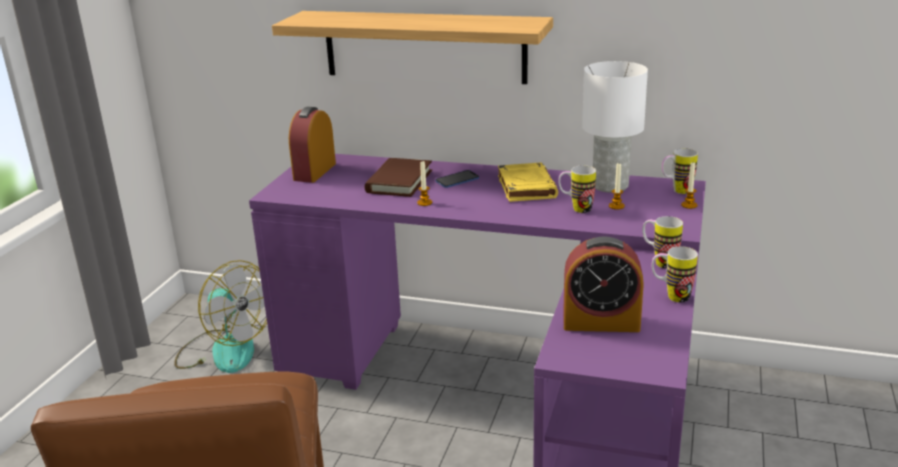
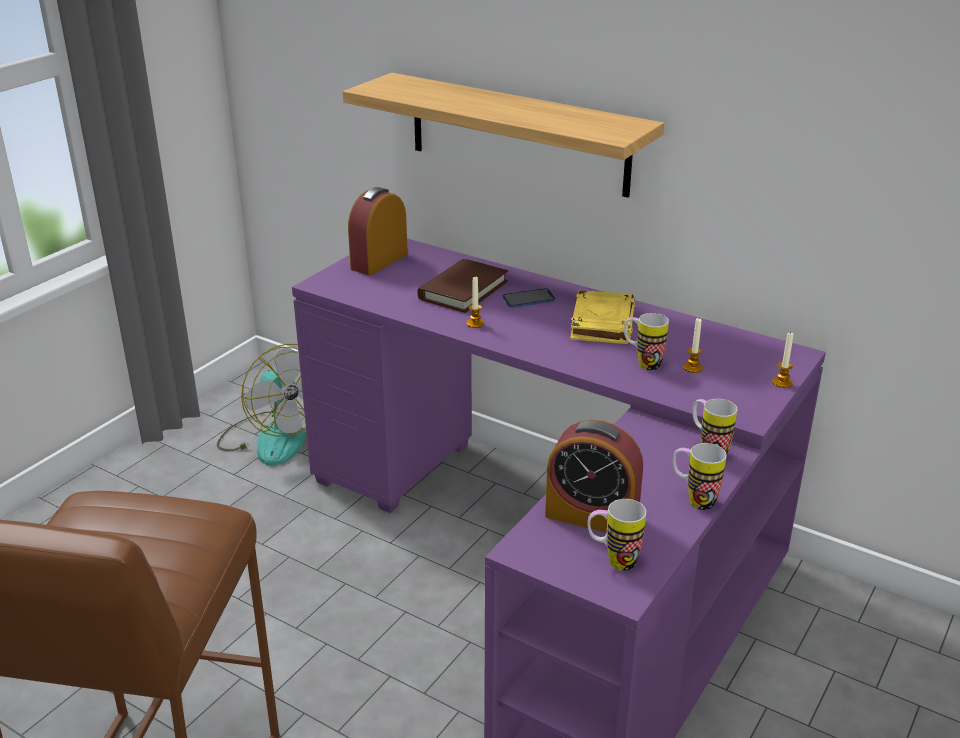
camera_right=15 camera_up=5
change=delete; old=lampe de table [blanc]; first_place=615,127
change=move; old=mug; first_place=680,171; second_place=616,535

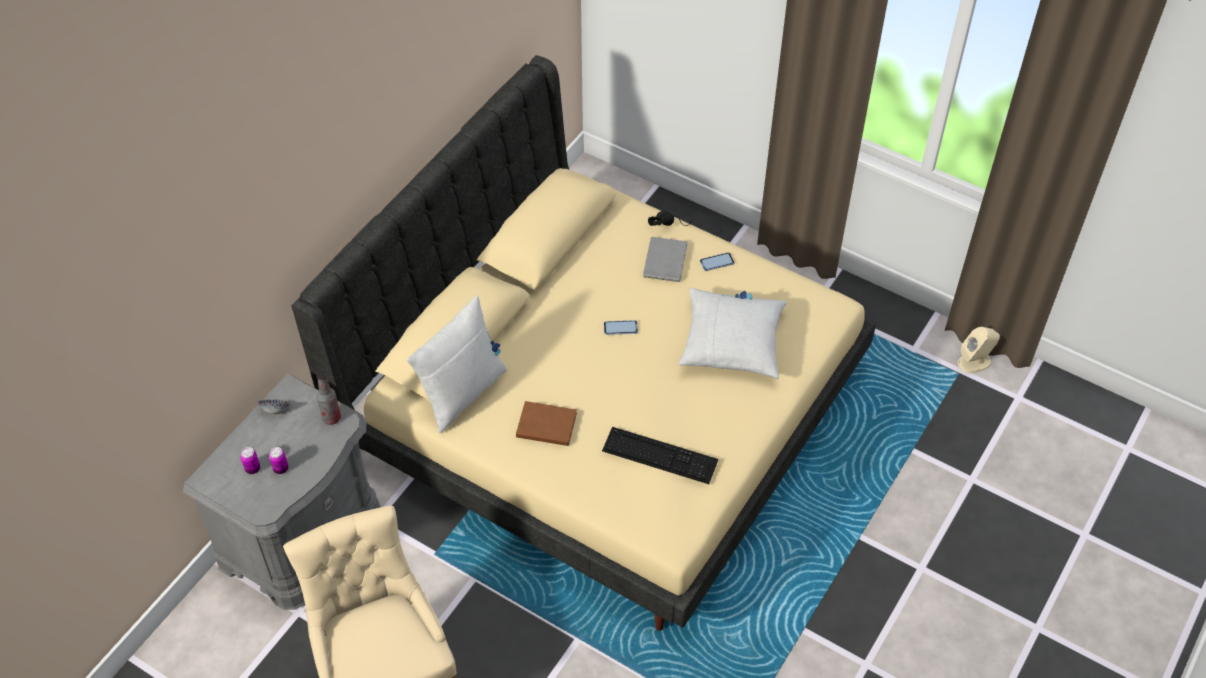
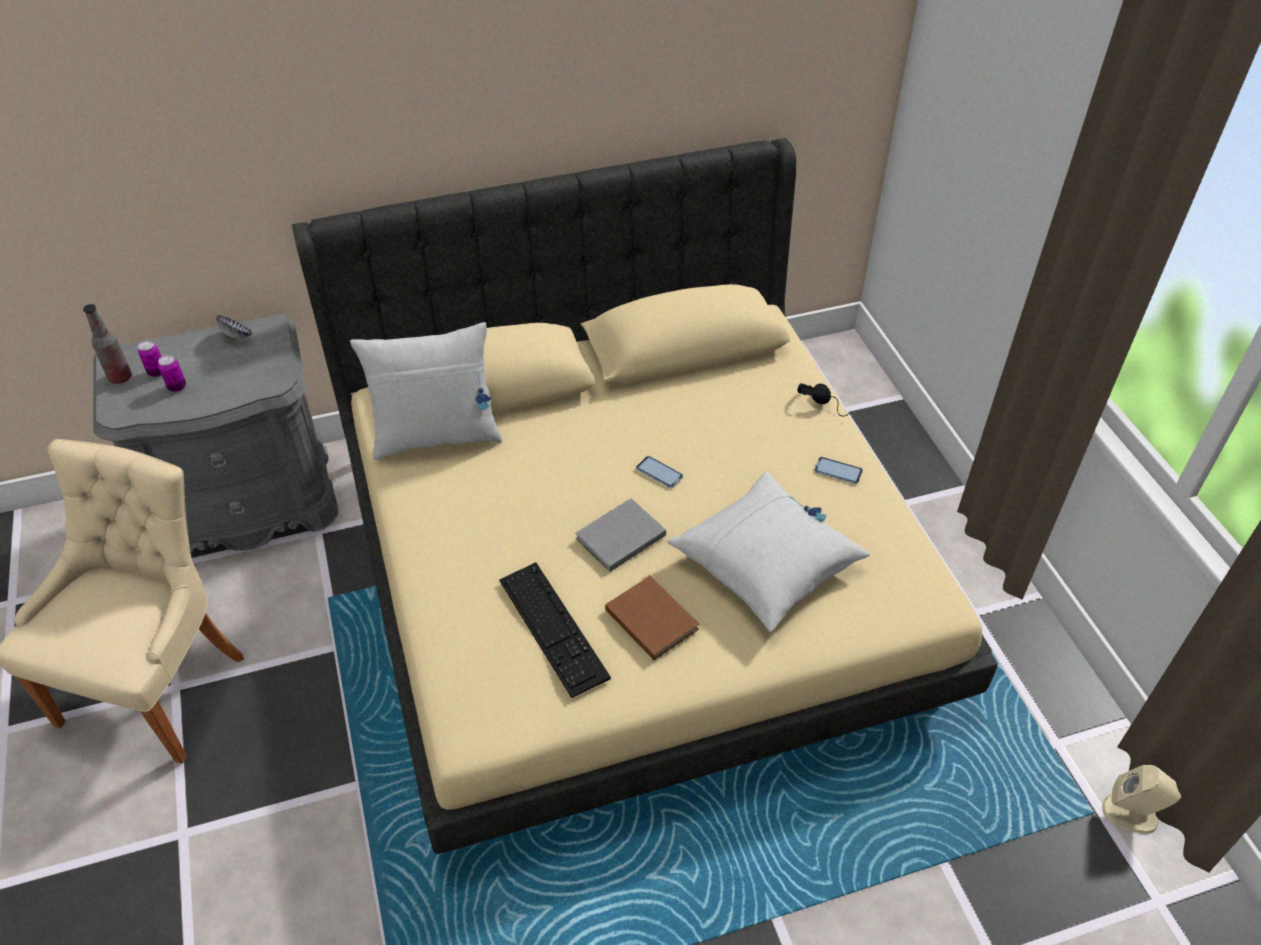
camera_right=40 camera_up=-5
change=move; old=livre [gris]; first_place=665,259; second_place=620,535
change=move; old=bouteille; first_place=329,398; second_place=107,344
change=move; old=livre [marron]; first_place=546,423; second_place=652,618

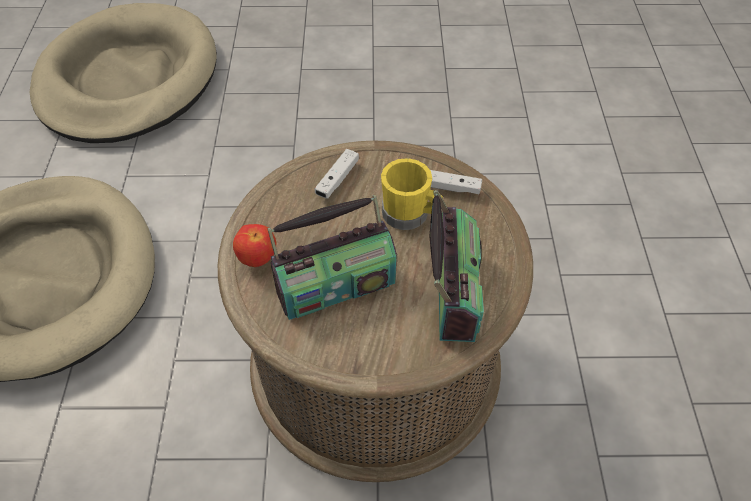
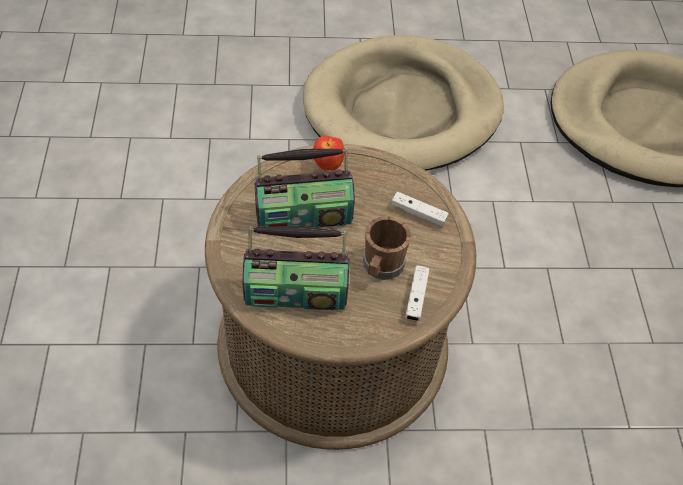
camera_right=85 camera_up=0
change=recolor; old=mug [jaune]; new=mug [marron]; first_place=412,194; second_place=387,248
change=rotate; old=radio; first_place=332,257; second_place=305,188; degrees=-75

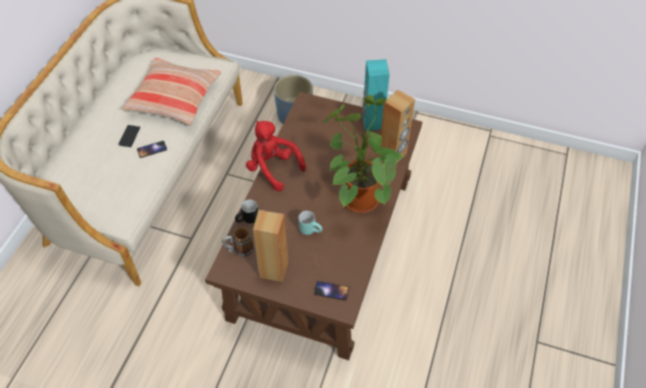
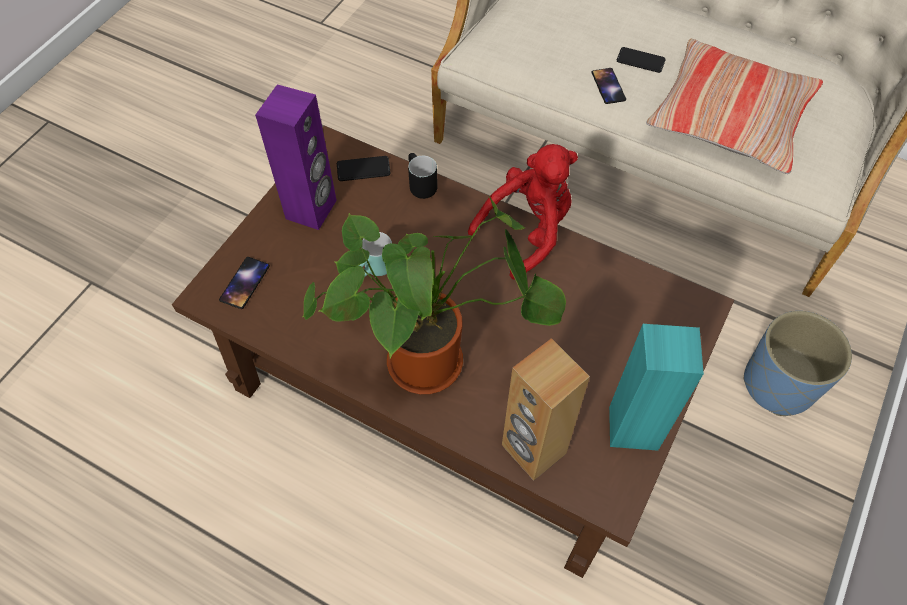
camera_right=100 camera_up=5
change=recolor; old=enceinte [marron]; new=enceinte [violet]; first_place=270,246; second_place=296,157
change=replace; old=mug; new=téléphone; first_place=238,242; second_place=364,168

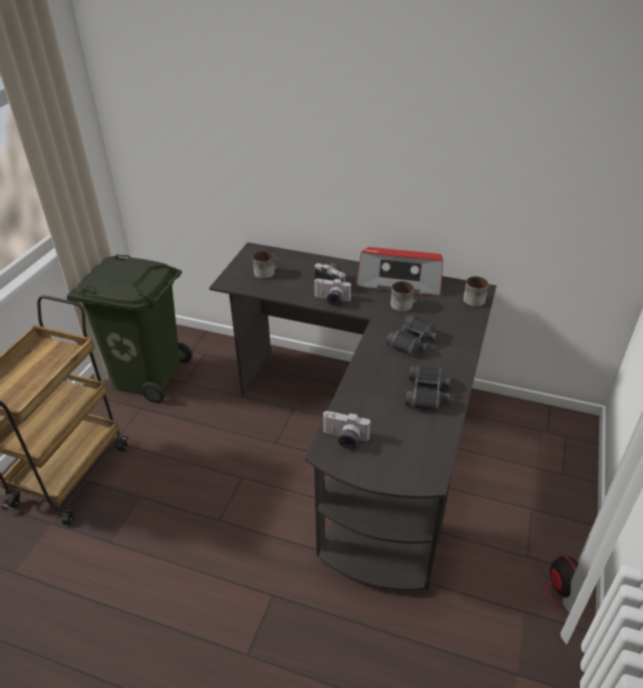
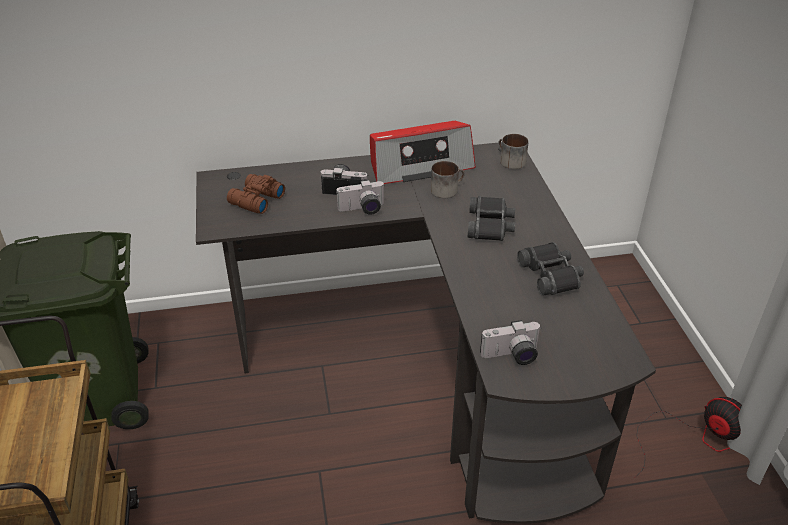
camera_right=-30 camera_up=0
change=replace; old=mug; new=jumelles [marron]; first_place=267,265; second_place=256,194

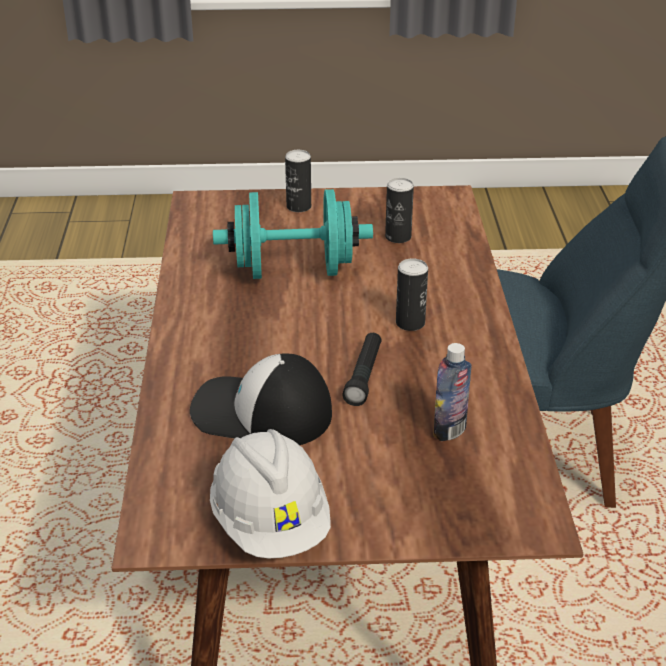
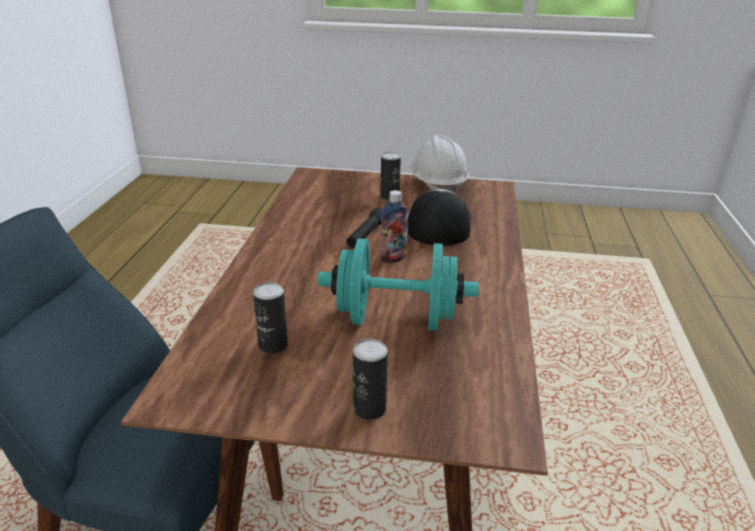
camera_right=-170 camera_up=-5
change=move; old=boîte métallique; first_place=412,294; second_place=390,176
change=move; old=bouteille; first_place=452,392; second_place=394,226
change=rotate; old=casquette; first_place=261,399; second_place=439,217; degrees=-105

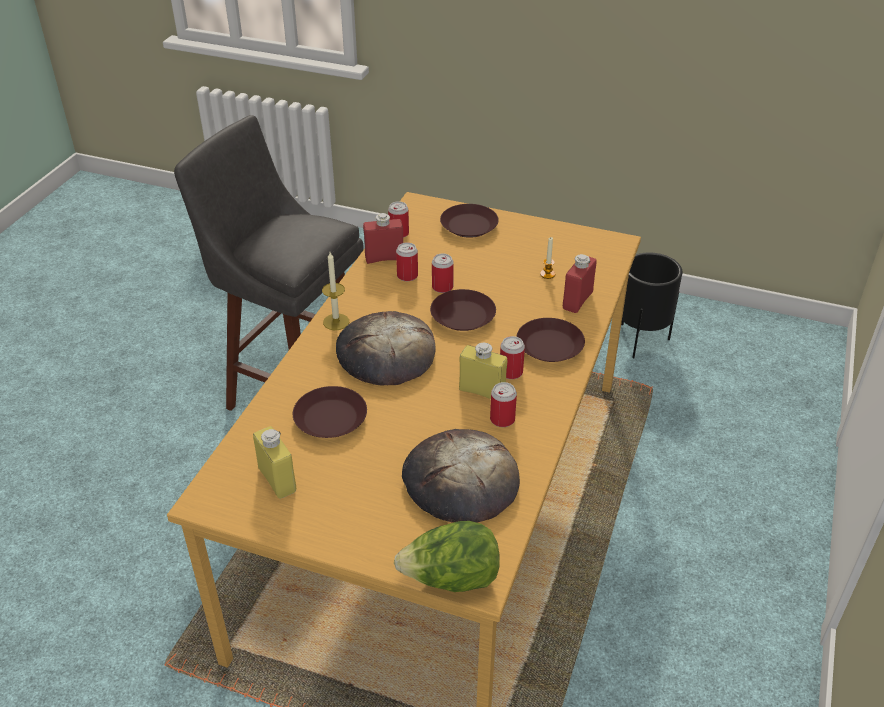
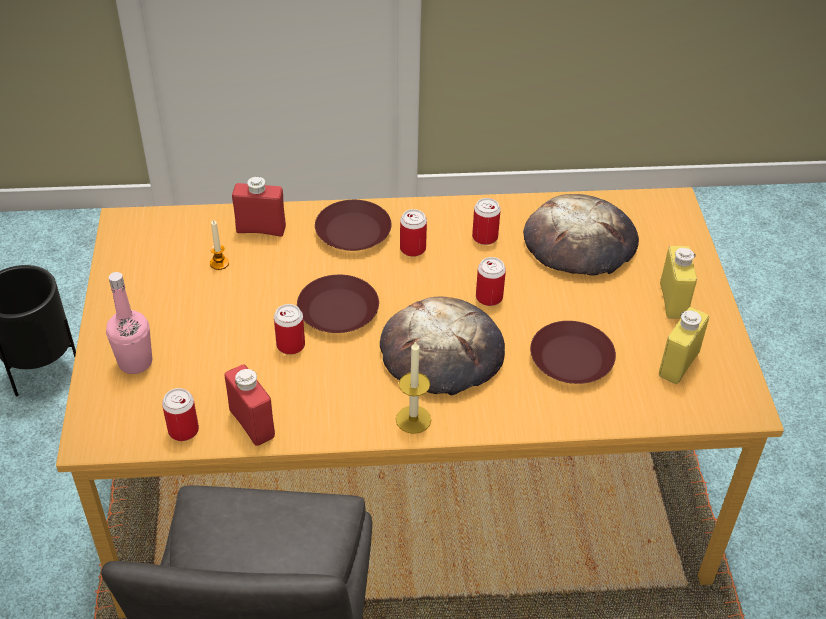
camera_right=-115 camera_up=5
change=replace; old=assiette [marron]; new=bouteille [rose]; first_place=469,221; second_place=129,323
change=move; old=boîte métallique; first_place=407,261; second_place=491,281
change=move; old=bouteille [jaune]; first_place=483,371; second_place=678,282
change=delete; old=laitue; first_place=447,556

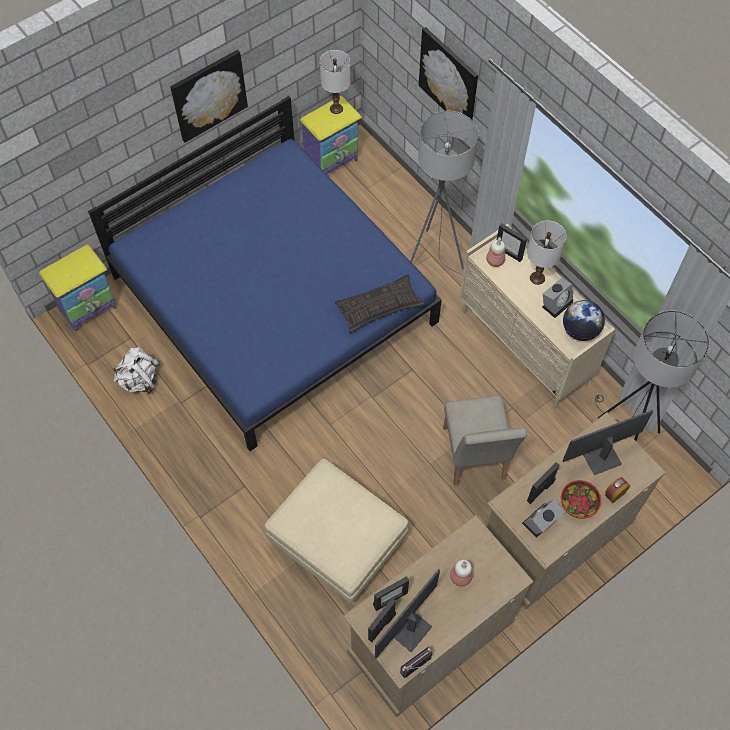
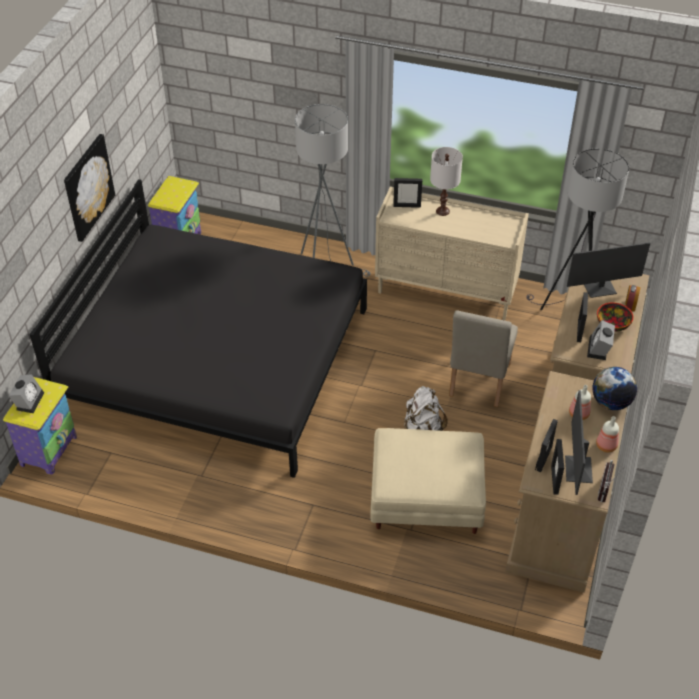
camera_right=-35 camera_up=-15
change=delete; old=tableau; first_place=448,73
change=delete; old=lampe de table [blanc]; first_place=335,82
change=recolor; old=lit [bleu]; new=lit [noir]; first_place=264,273; second_place=198,328
change=move; old=bouteille; first_place=495,252; second_place=607,434
change=delete; old=coussin; first_place=379,303
change=move; old=réveil; first_place=557,298; second_place=26,393
change=move; old=globe; first_place=584,320; second_place=615,388
change=move; old=sac à dos [blanc]; first_place=136,370; second_place=426,408
change=rotate; old=chaise [beige]; first_place=485,440; second_place=483,358; degrees=60
change=rotate; old=écran d'ordinateur; first_place=607,442; second_place=608,270; degrees=-135

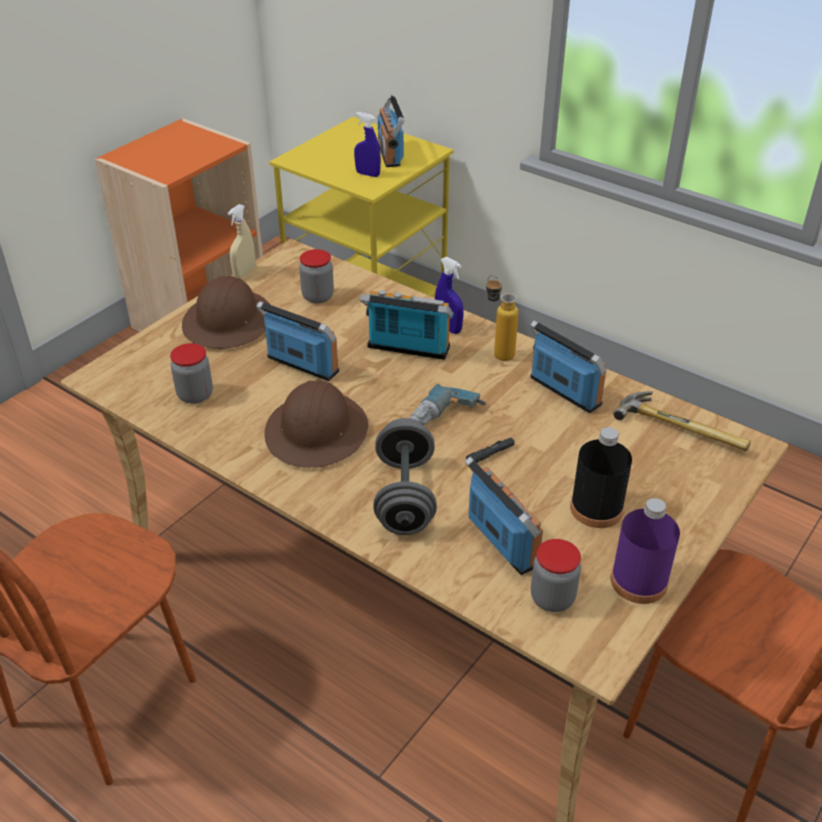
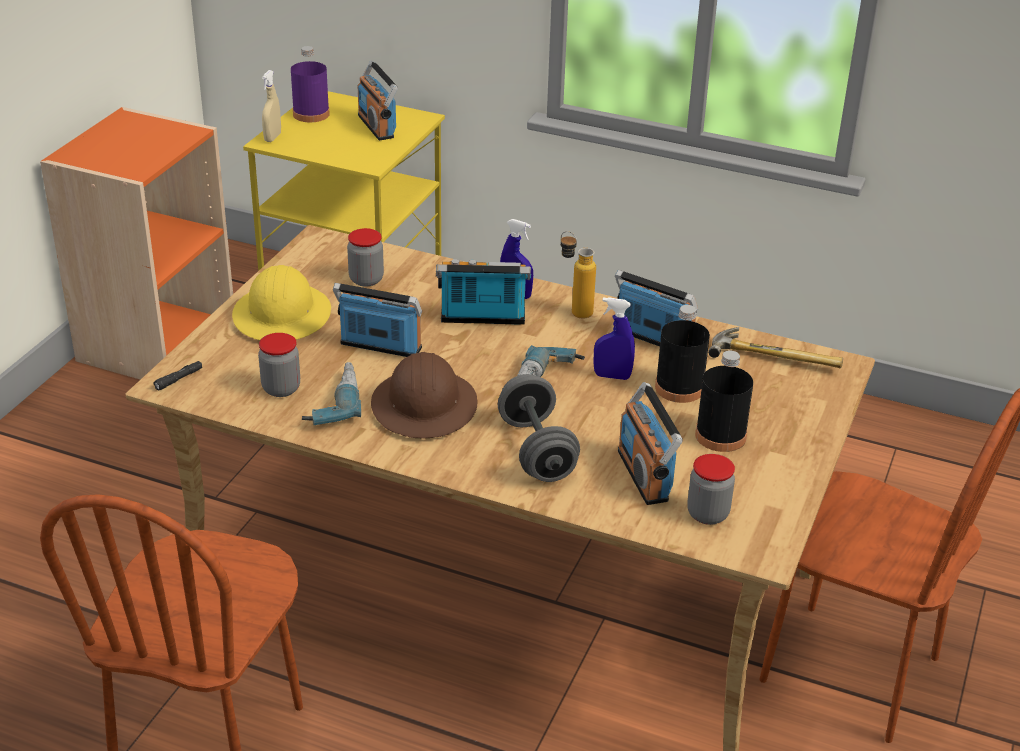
camera_right=-15 camera_up=-5
change=move; old=vaporisateur [bleu]; first_place=367,144; second_place=614,338
change=move; old=vaporisateur [beige]; first_place=242,241; second_place=271,106
change=recolor; old=casque de chantier [marron]; new=casque de chantier [jaune]; first_place=226,312; second_place=281,302
change=move; old=lampe de poche [noir]; first_place=490,450; second_place=178,376
change=rotate; old=radio; first_place=503,516; second_place=650,443; degrees=-150
change=move; old=bouteille [violet]; first_place=645,551; second_place=310,84
change=insert; new=bouteille [noir]; second_place=682,354
change=insert; new=perceuse; second_place=331,393

